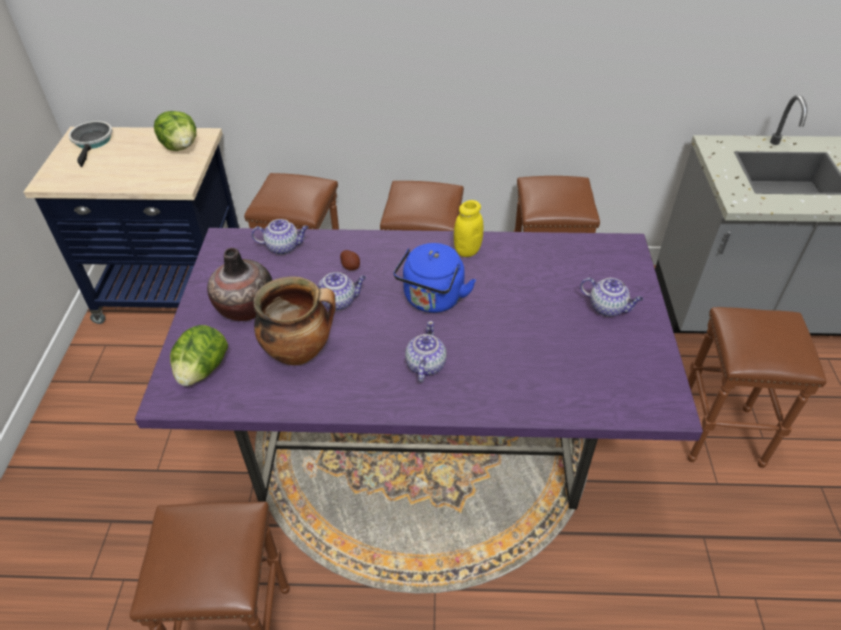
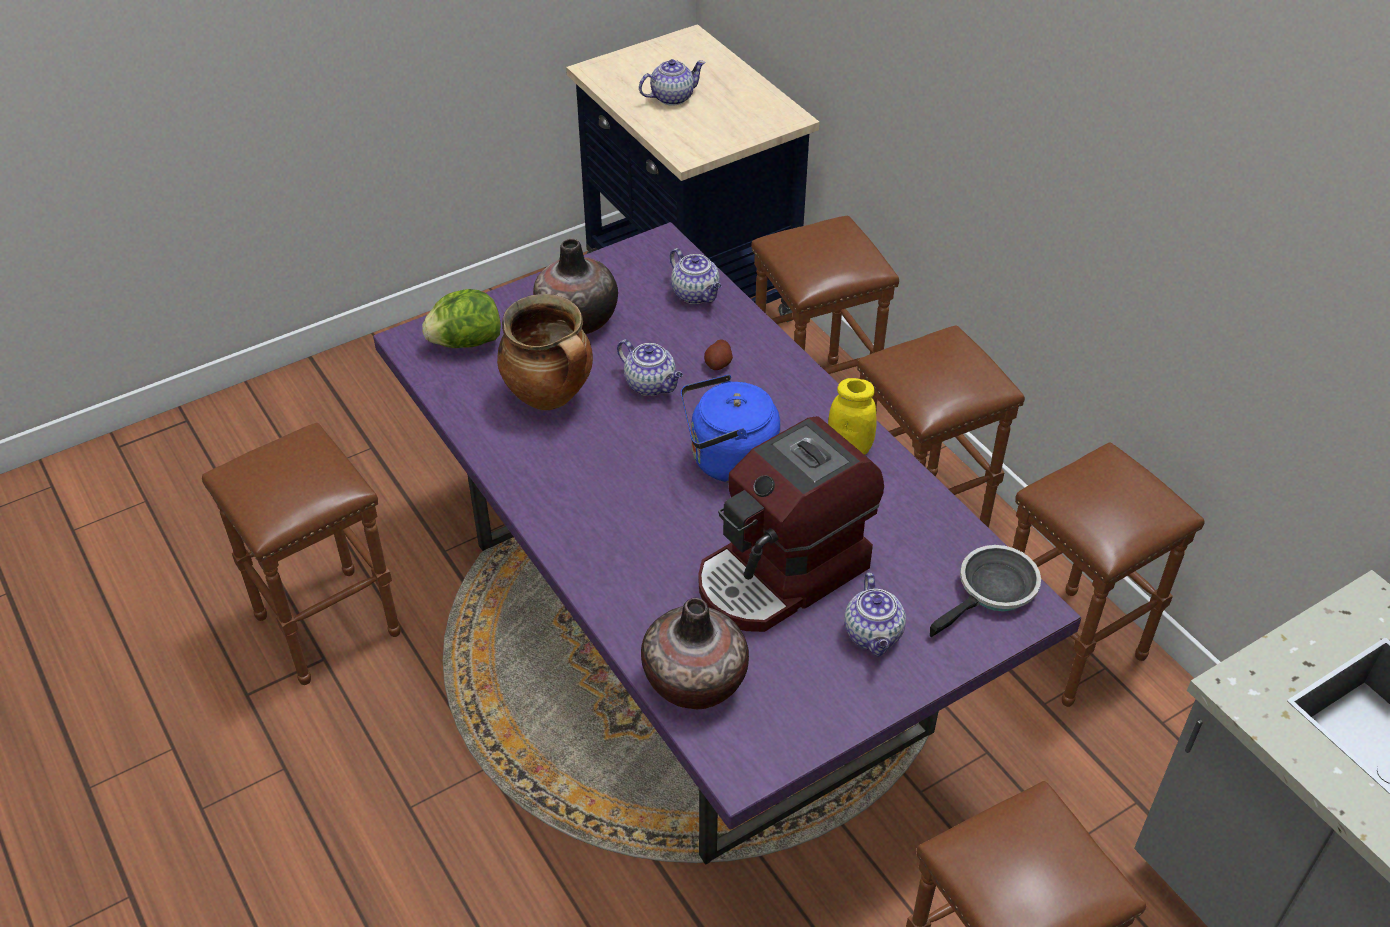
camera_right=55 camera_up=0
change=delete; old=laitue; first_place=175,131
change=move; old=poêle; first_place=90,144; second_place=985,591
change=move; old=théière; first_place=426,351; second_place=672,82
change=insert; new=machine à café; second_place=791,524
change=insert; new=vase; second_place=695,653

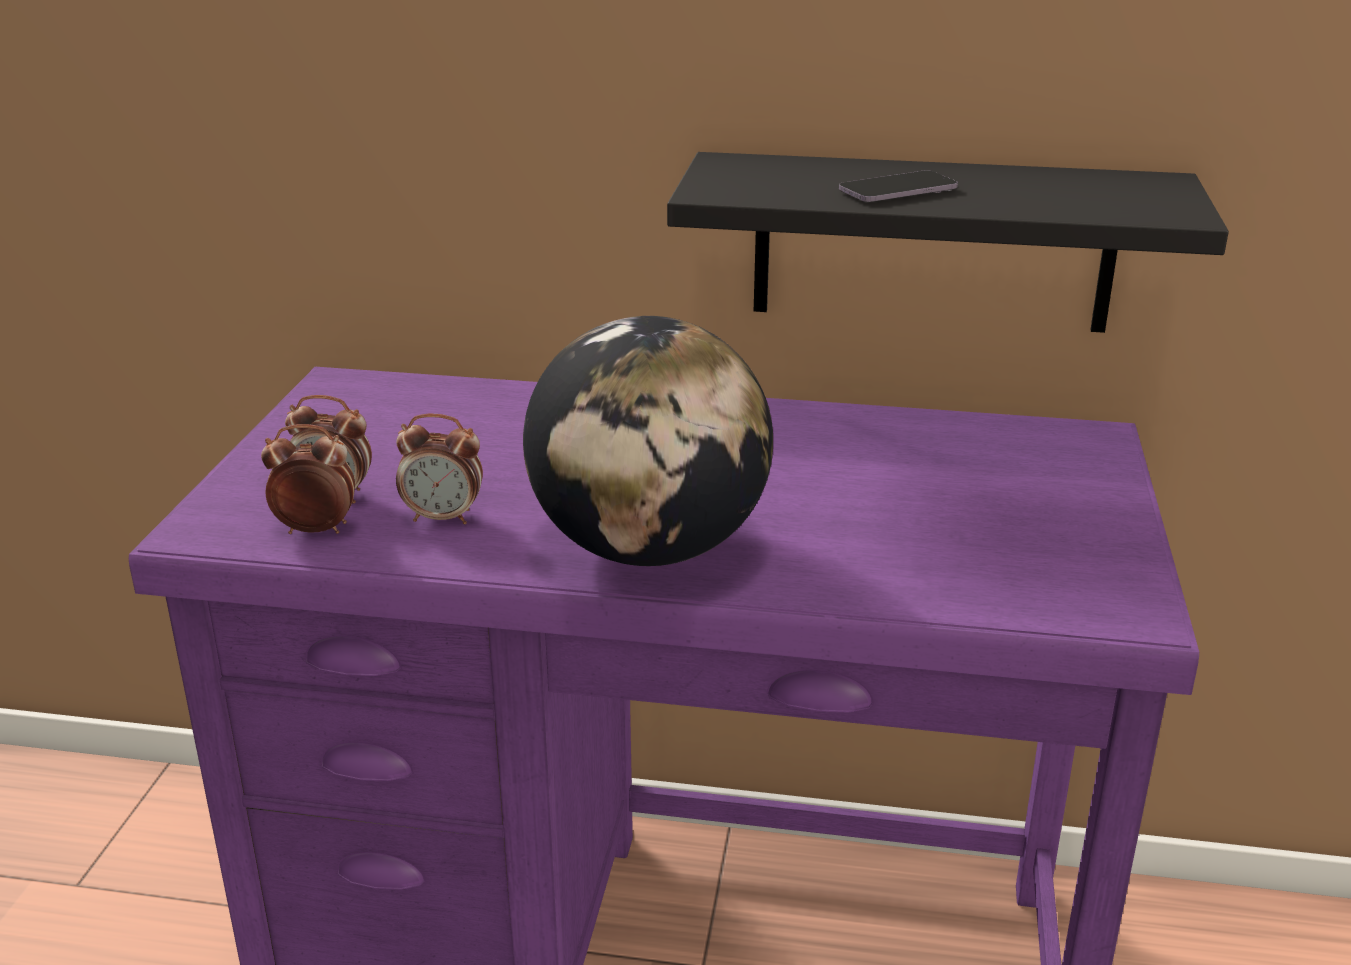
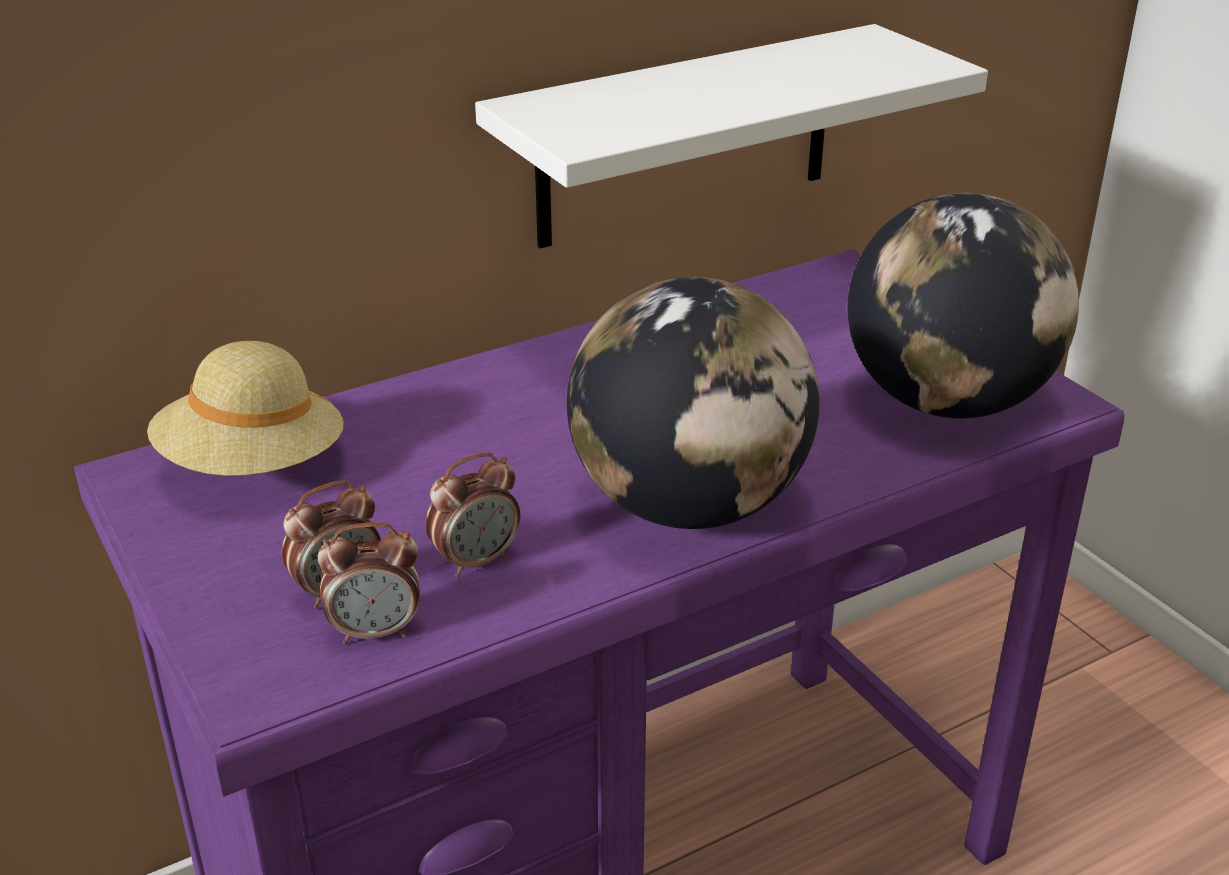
camera_right=-40 camera_up=5
change=recolor; old=étagère [noir]; new=étagère [blanc]; first_place=948,242; second_place=731,136
change=delete; old=téléphone; first_place=898,186
change=rotate; old=réveil; first_place=308,479; second_place=369,583; degrees=-150
change=insert; new=globe; second_place=963,305
change=insert; new=chapeau [beige]; second_place=245,408

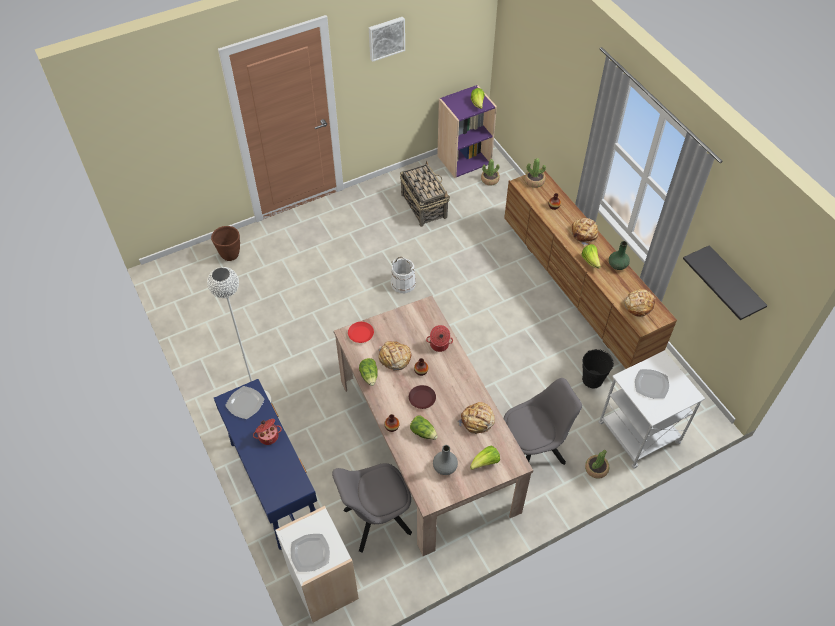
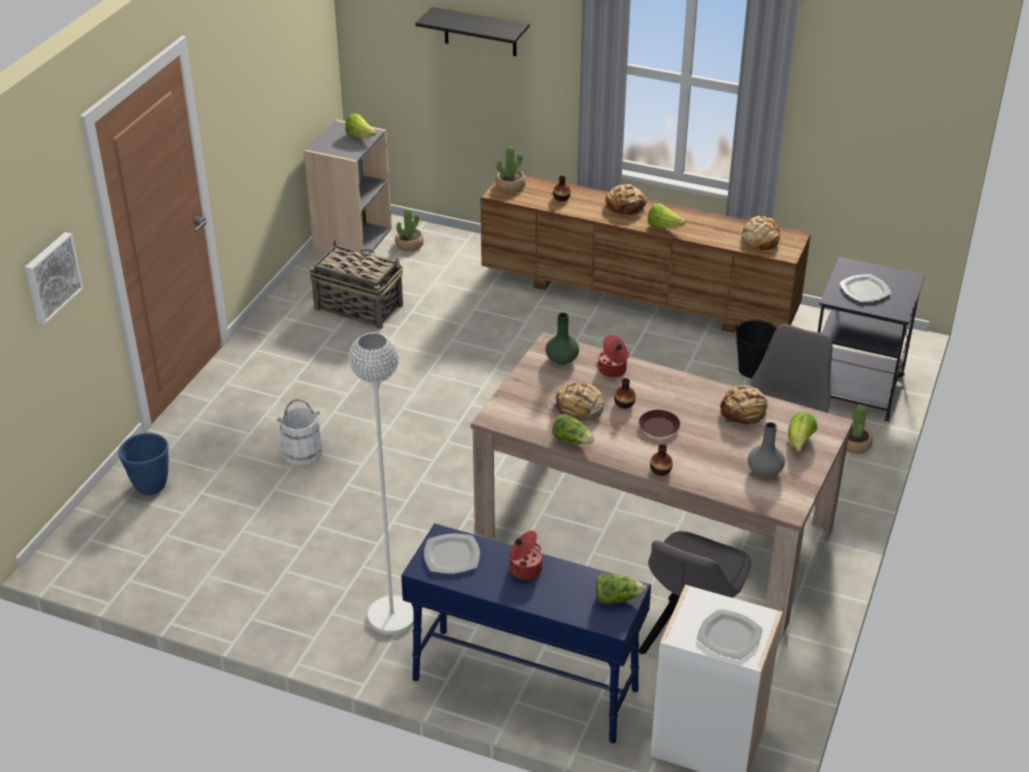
camera_right=-40 camera_up=-15
change=move; old=tableau; first_place=387,39; second_place=54,278
change=recolor; old=bibliothèque [violet]; new=bibliothèque [gris]; first_place=467,131; second_place=348,186
change=recolor; old=cache-pot [marron]; new=cache-pot [bleu]; first_place=225,243; second_place=144,464
change=move; old=vase [vert]; first_place=619,255; second_place=562,338
change=move; old=étagère [noir]; first_place=725,282; second_place=472,31
change=move; old=seau [blanc]; first_place=403,275; second_place=299,432
change=delete; old=assiette [rouge]; first_place=361,332
change=recolor; old=chariot [blanc]; new=chariot [noir]; first_place=651,409; second_place=871,339
change=move; old=laitue; first_place=424,428; second_place=621,589

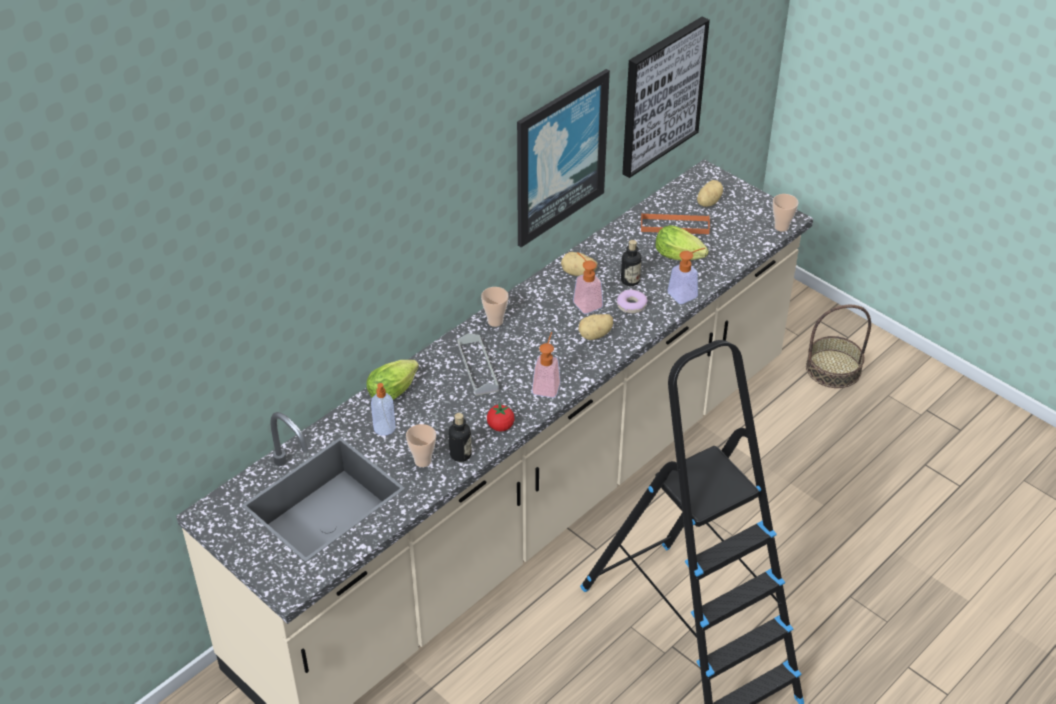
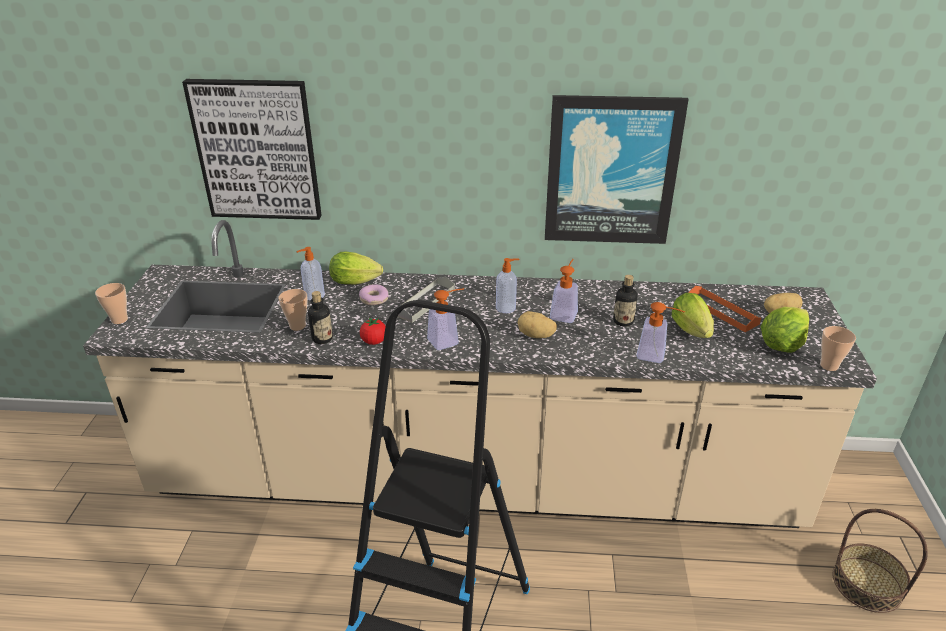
camera_right=50 camera_up=-10
change=move; old=tableau; first_place=666,97; second_place=252,149
change=delete; old=pomme de terre; first_place=579,264
change=move; old=tasse; first_place=495,307; second_place=111,303
change=move; old=beignet; first_place=632,301; second_place=374,294
change=insert; new=distributeur de savon; second_place=507,285
change=insert; new=laitue; second_place=784,330

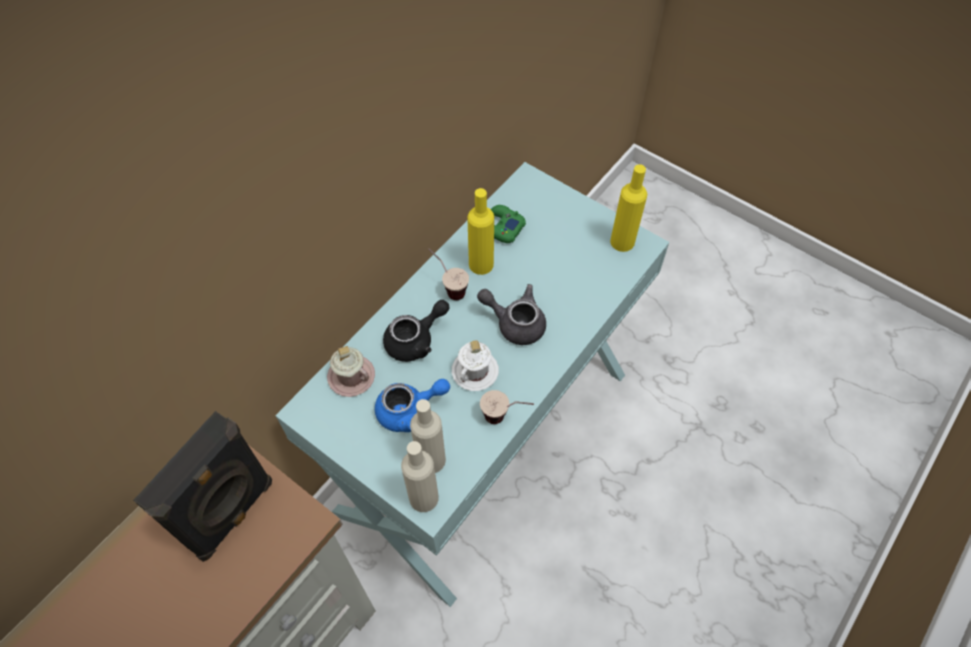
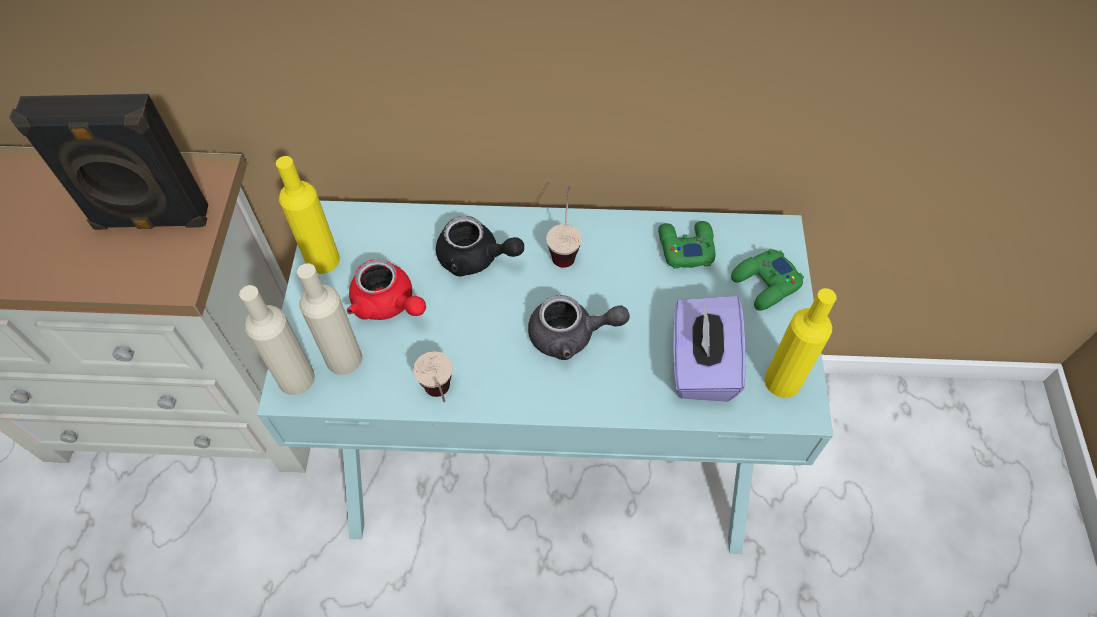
camera_right=55 camera_up=0
change=move; old=bouteille [jaune]; first_place=480,231; second_place=308,215
change=rotate; old=théière [gris]; first_place=511,314; second_place=579,327; degrees=105
change=delete; old=mug [blanc]; first_place=475,366
change=delete; old=mug [rose]; first_place=351,371
change=recolor; old=théière [bleu]; new=théière [rouge]; first_place=412,405; second_place=386,289
change=insert; new=manette [vert]; second_place=767,280
change=insert; new=boîte à mouchoirs [violet]; second_place=709,349

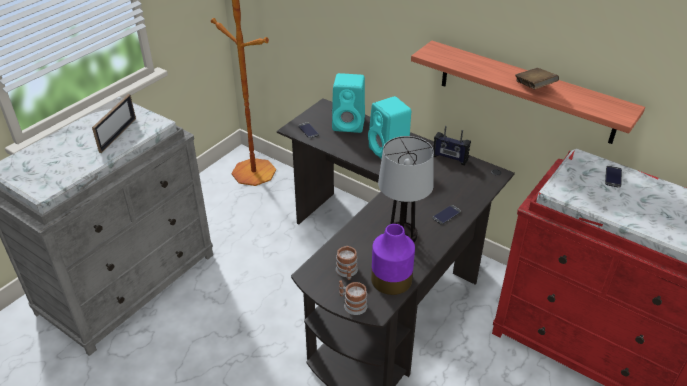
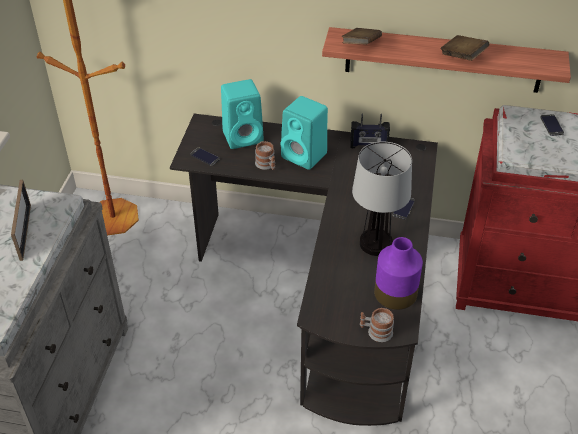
camera_right=-25 camera_up=5
change=move; old=mug; first_place=347,263; second_place=265,155
change=insert; new=livre [marron]; second_place=362,36

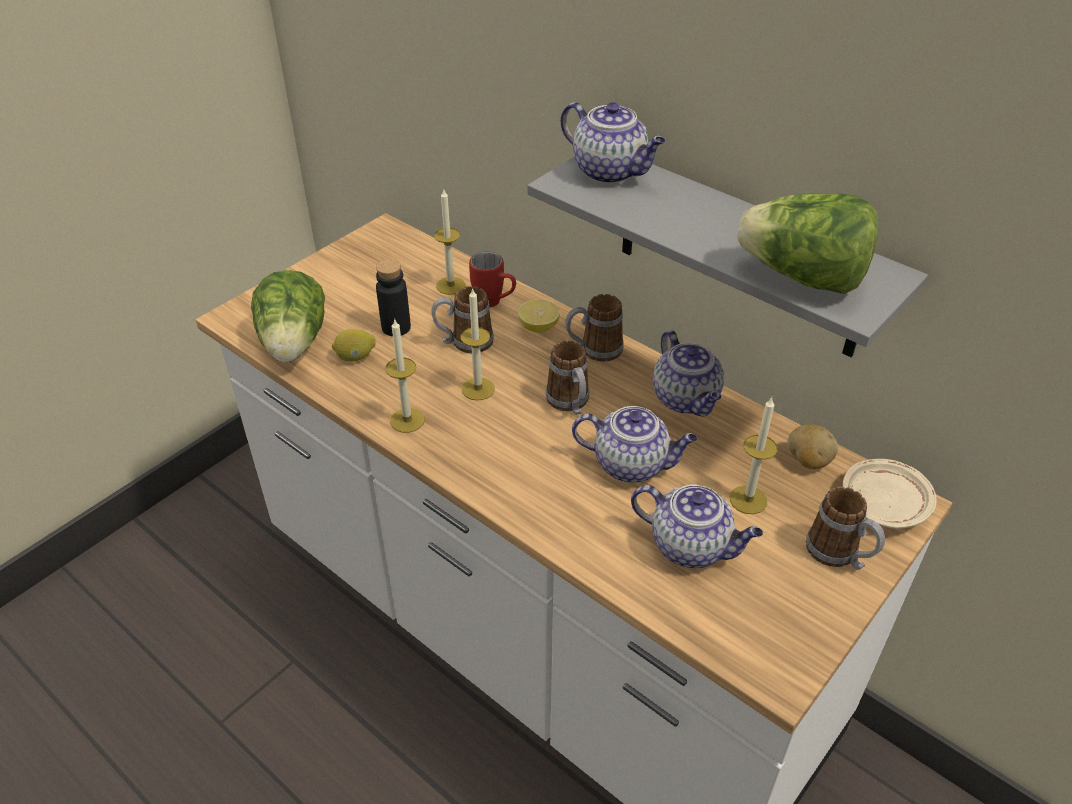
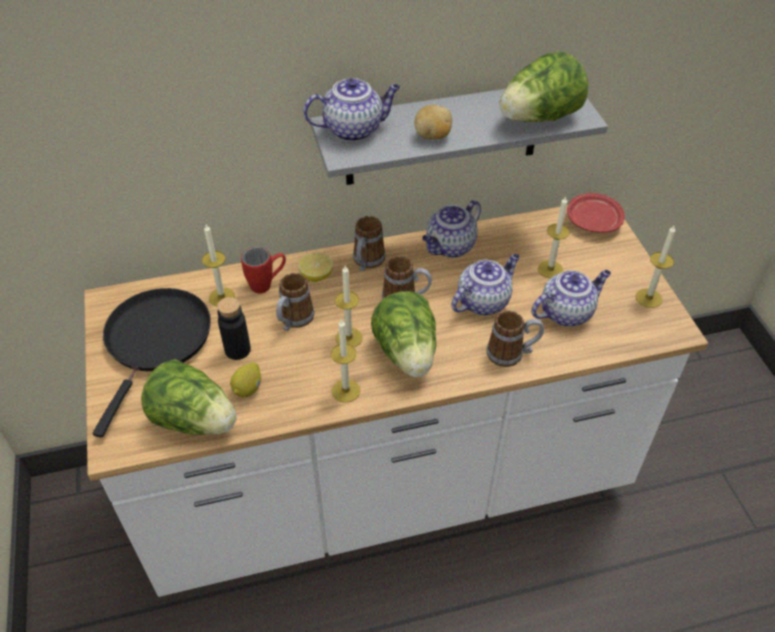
camera_right=-55 camera_up=5
change=rotate; old=théière; first_place=688,373; second_place=451,229; degrees=120
change=move; old=pomme de terre; first_place=812,446; second_place=433,122
change=recolor; old=assiette [beige]; new=assiette [rouge]; first_place=890,494; second_place=596,213
change=move; old=mug; first_place=845,528; second_place=515,338
change=insert; new=bougie; second_place=655,266
change=insert; new=poêle [noir]; second_place=152,363
change=insert; new=laitue; second_place=403,334

